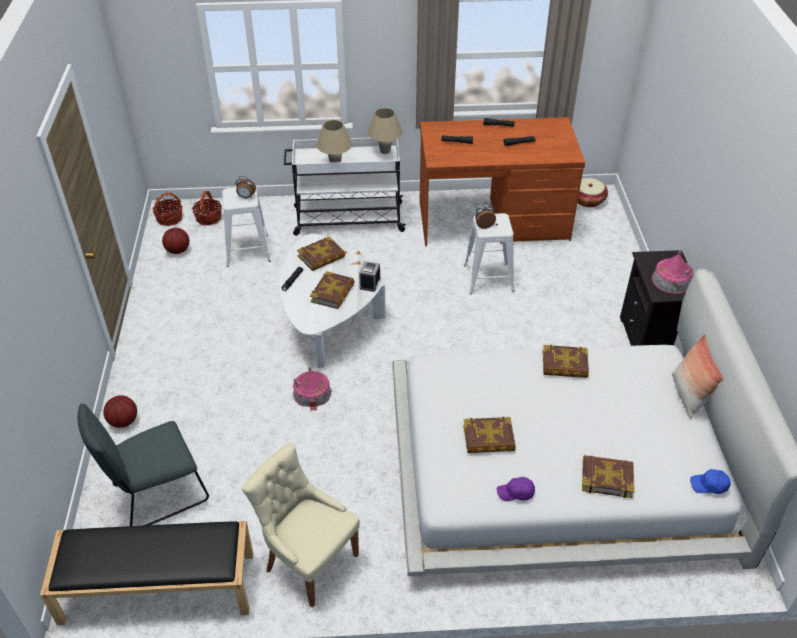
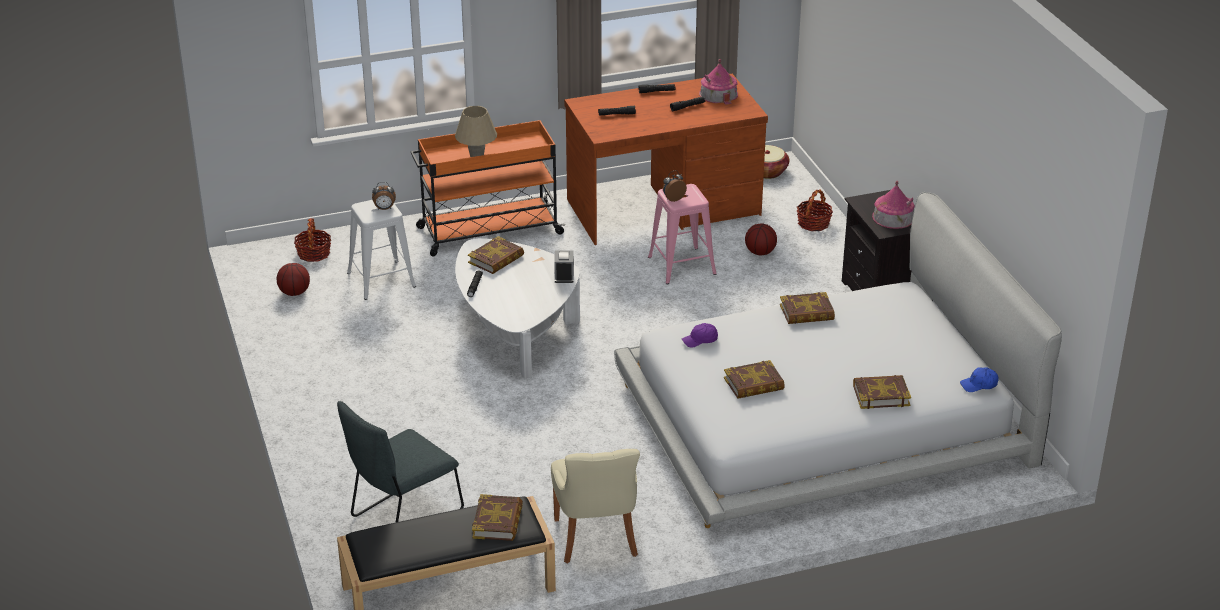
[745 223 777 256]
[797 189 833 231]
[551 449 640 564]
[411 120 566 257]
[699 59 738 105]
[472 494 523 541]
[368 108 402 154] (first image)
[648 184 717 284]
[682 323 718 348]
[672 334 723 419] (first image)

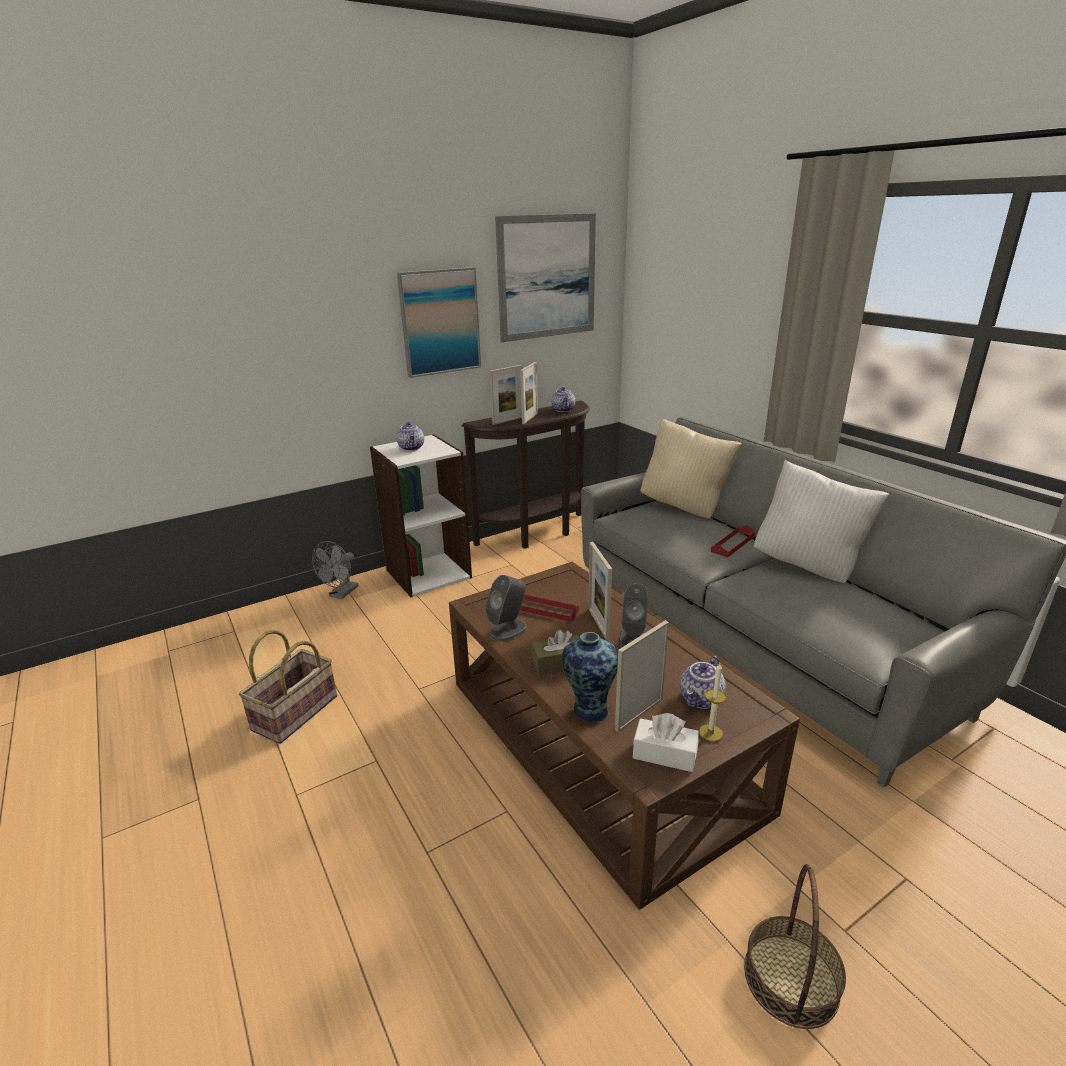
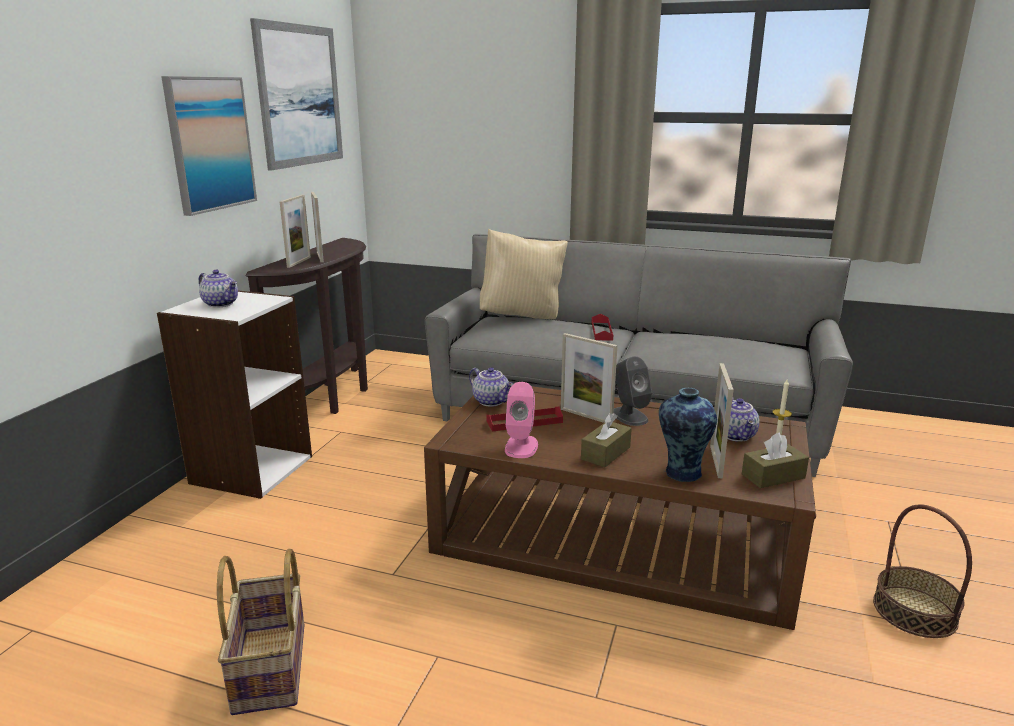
[312 541 359 599] (first image)
[505 382 538 458]
[469 367 513 407]
[742 432 809 488]
[754 460 889 583] (first image)

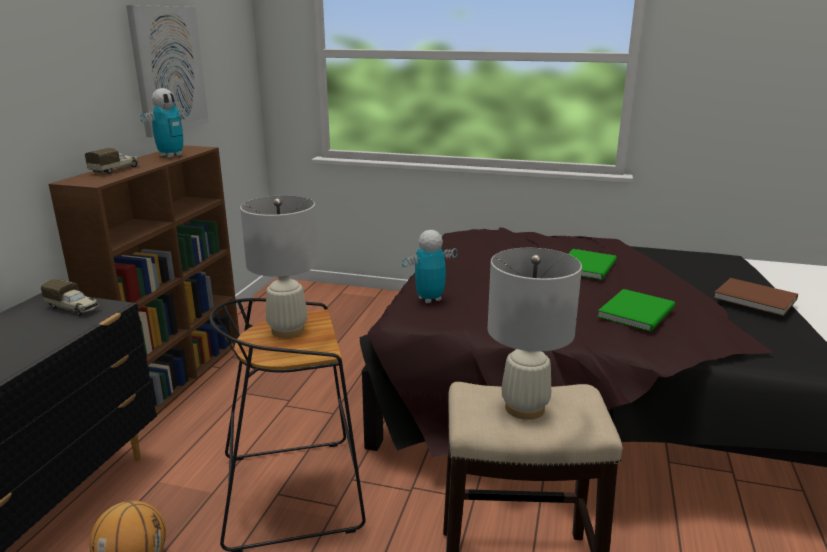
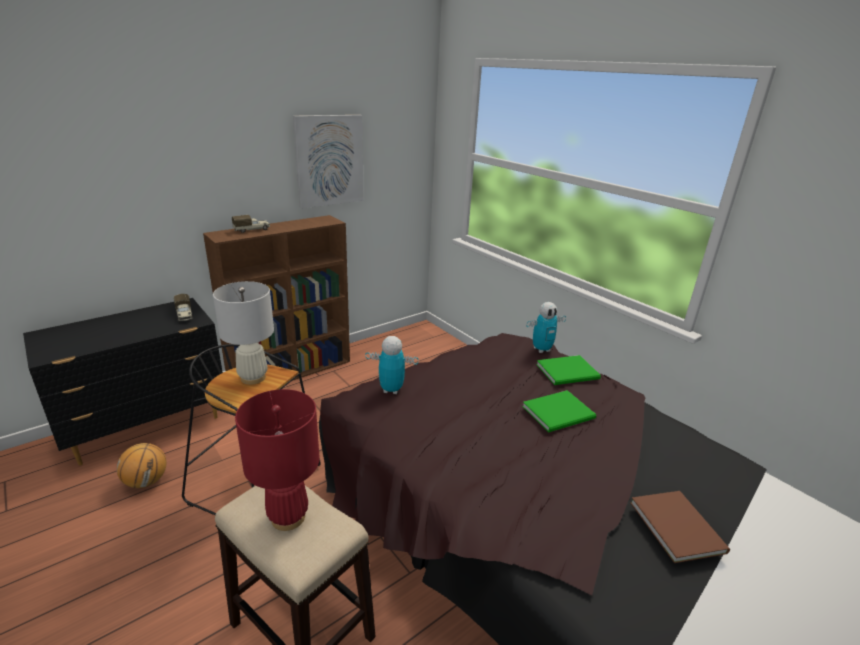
[526 302 566 353]
[235 389 320 531]
[536 355 601 385]

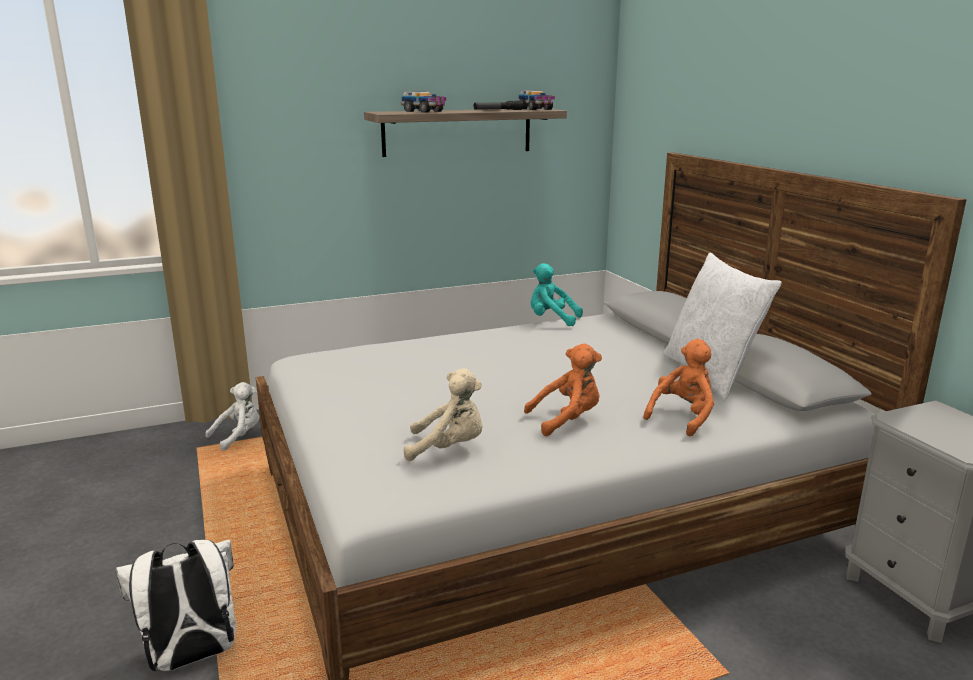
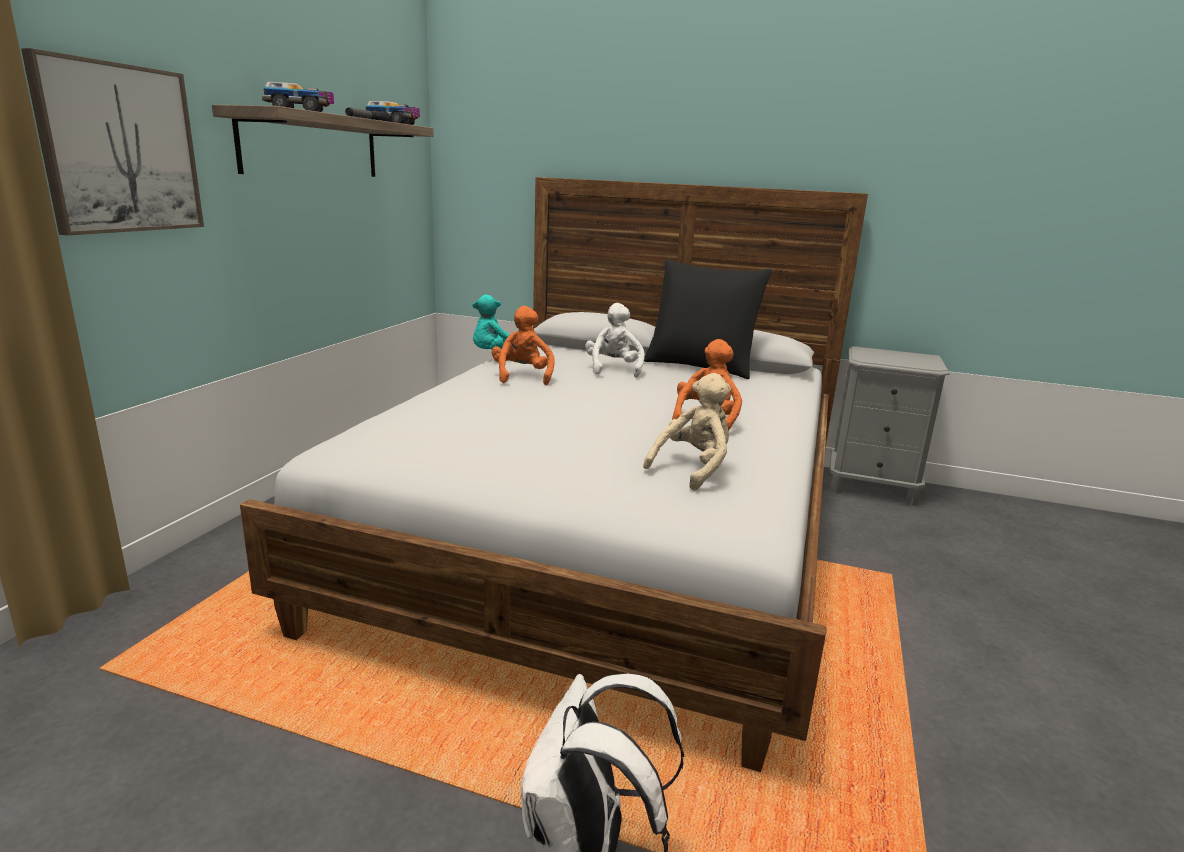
[585 303 645 378]
[492 306 555 385]
[644 259 772 379]
[21 48 204 235]

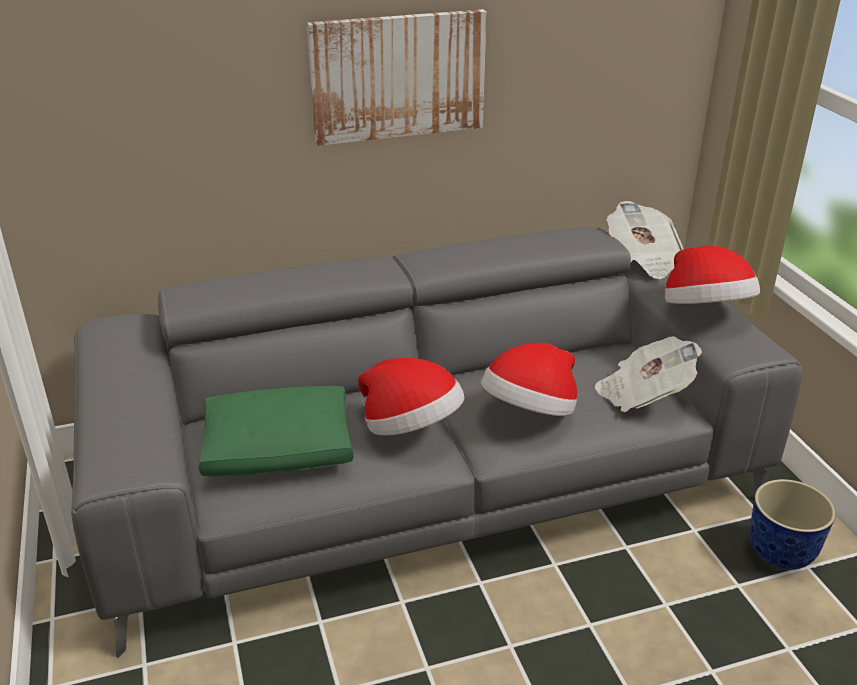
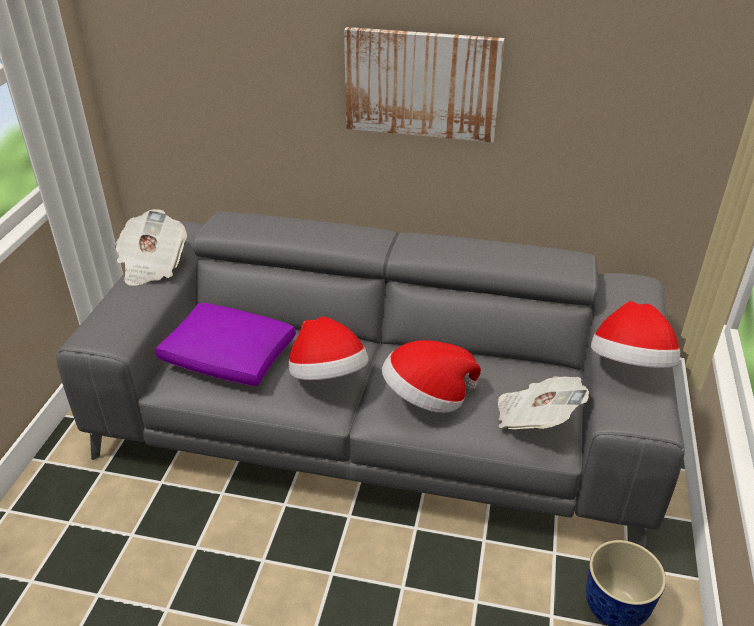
[155 303 296 386]
[115 209 187 286]

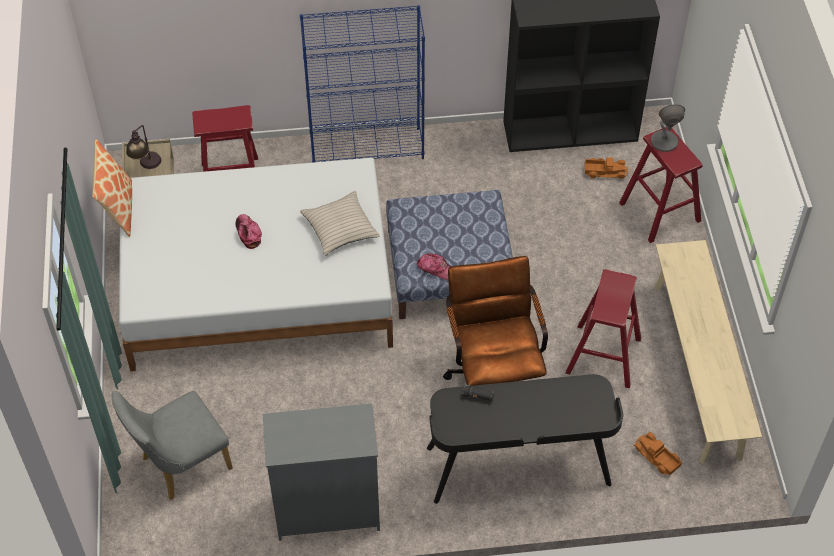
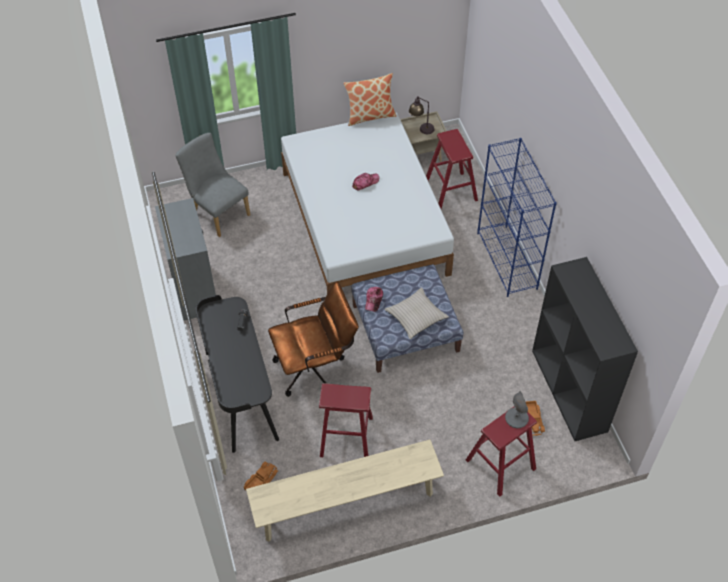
[384 287 449 339]

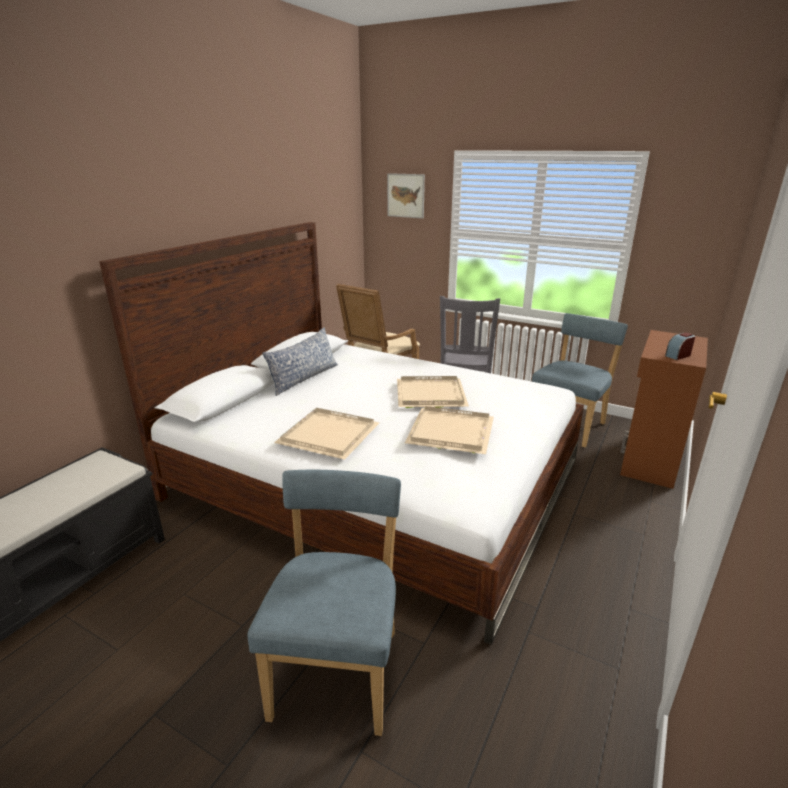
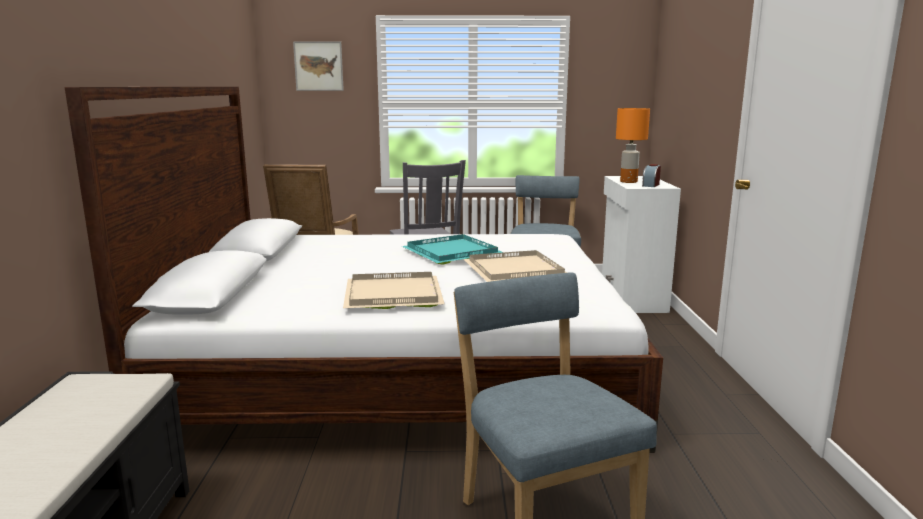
[263 327 338 396] (first image)
[402 234 503 265]
[602 176 681 313]
[616 108 650 183]

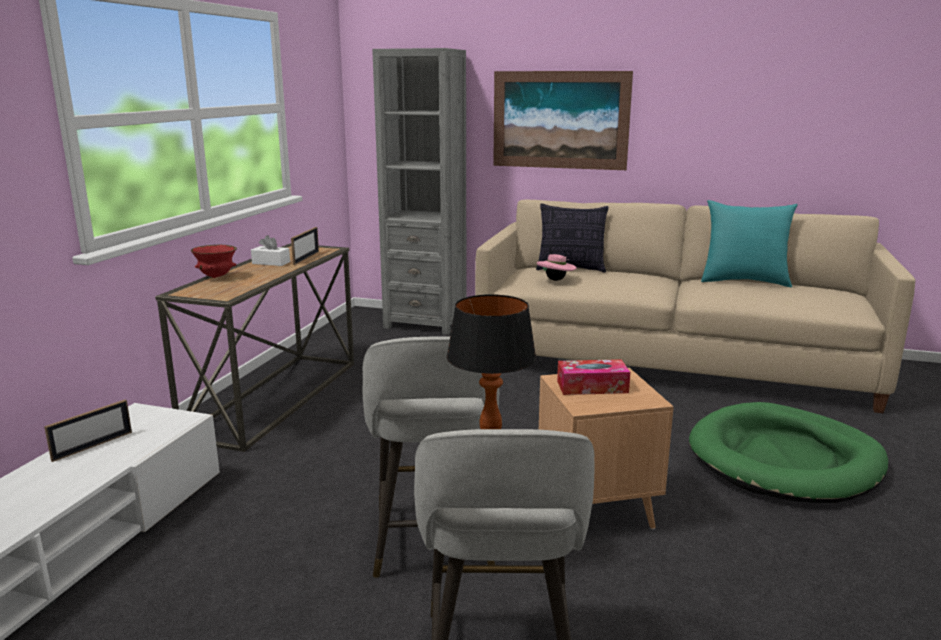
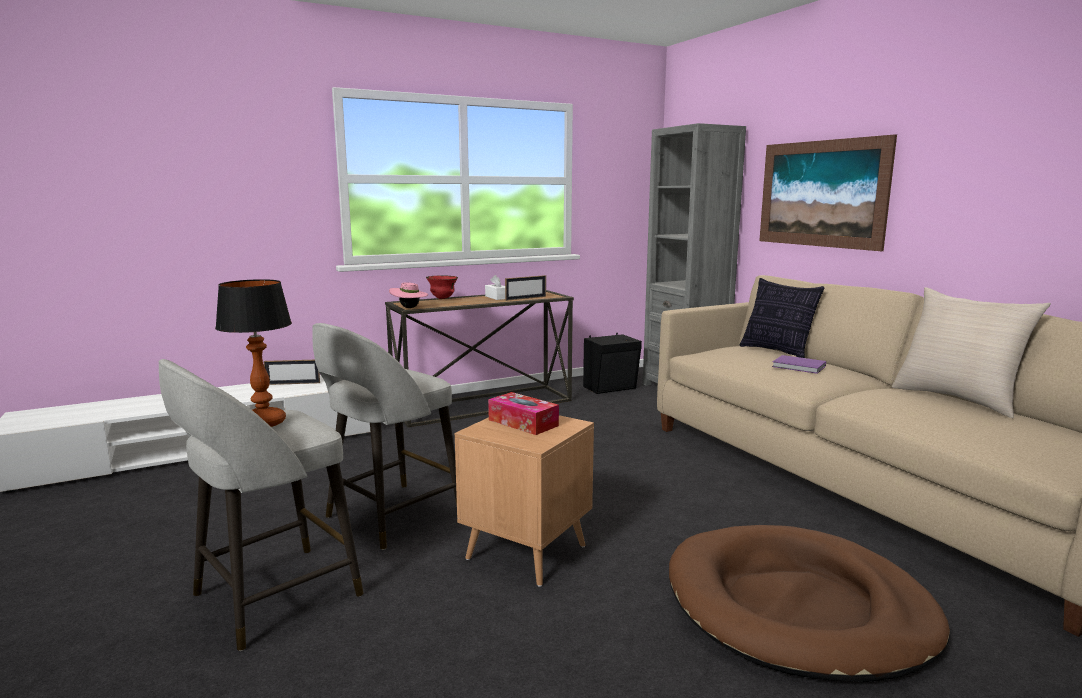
[389 282 428 308]
[669 525 950 682]
[892 287 1051 418]
[583 333 642 394]
[772 355 826 374]

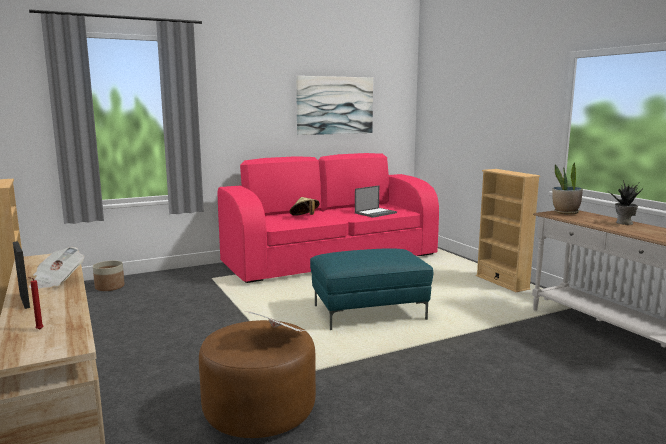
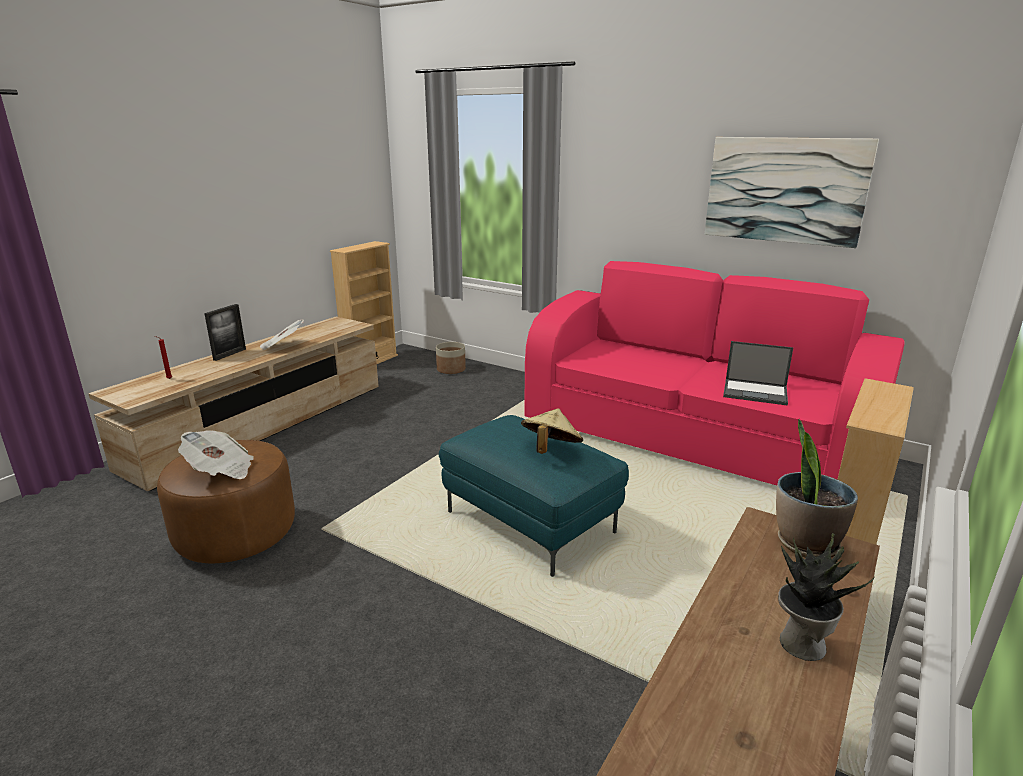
[521 408 583 454]

